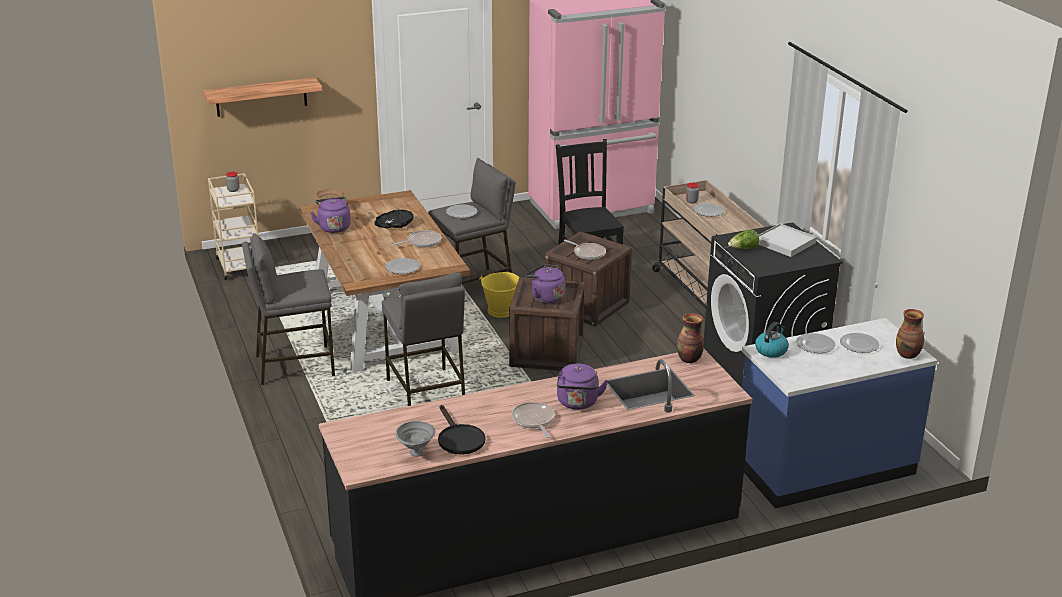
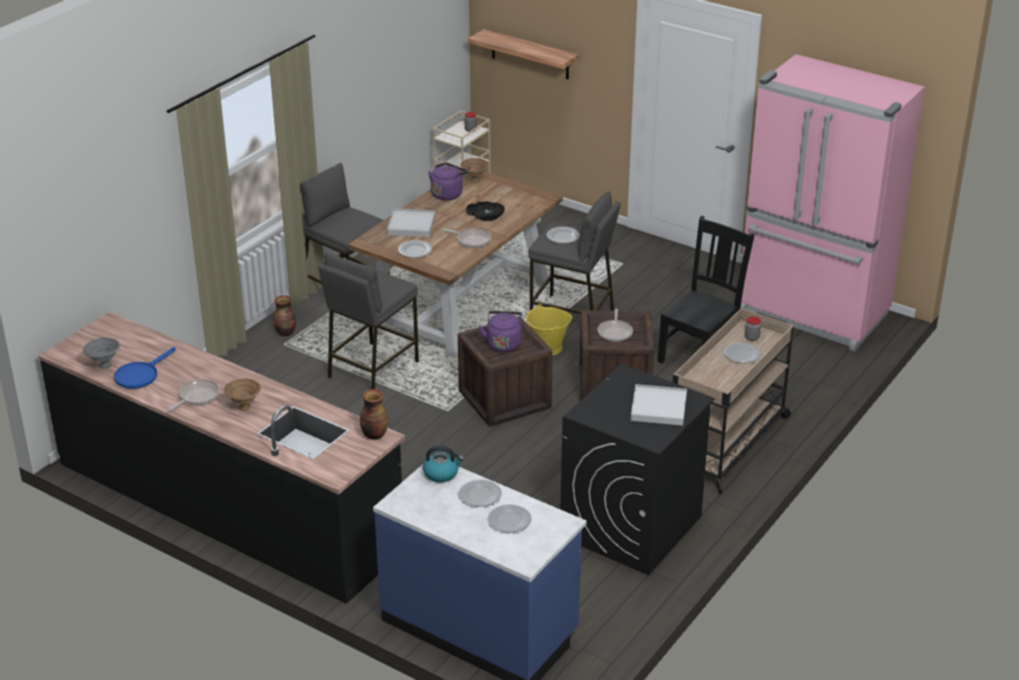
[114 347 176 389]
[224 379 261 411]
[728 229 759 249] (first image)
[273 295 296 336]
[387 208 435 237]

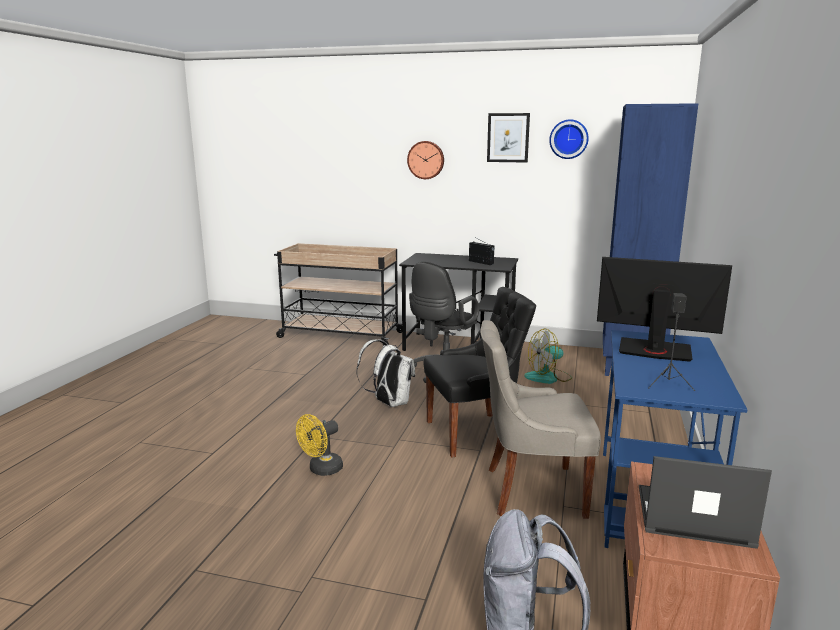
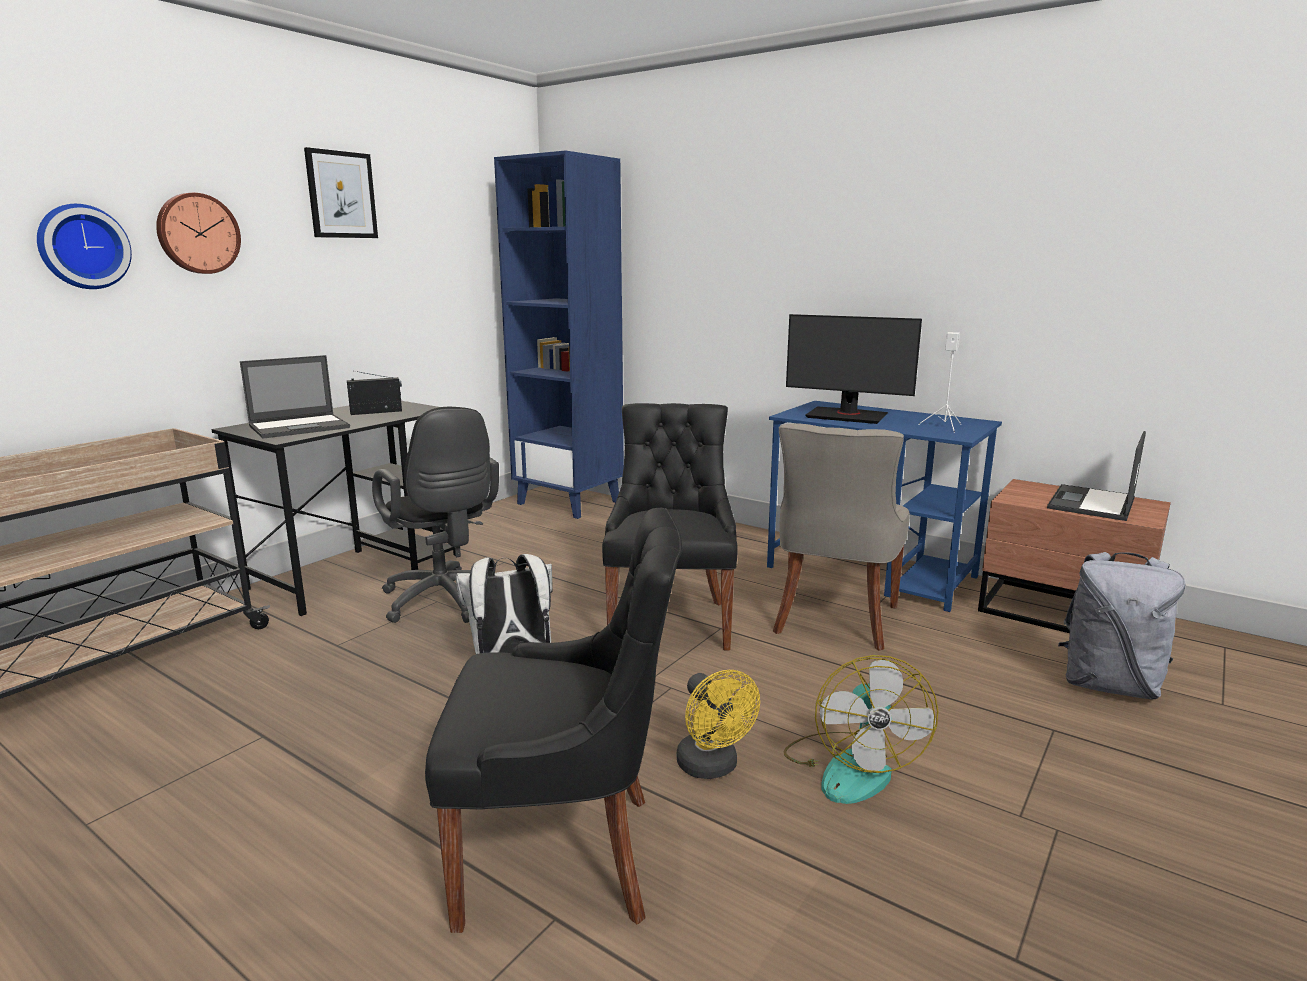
[784 655 938 804]
[37 204 132 289]
[786 314 922 424]
[918 332 961 433]
[240 355 350 438]
[425 508 682 933]

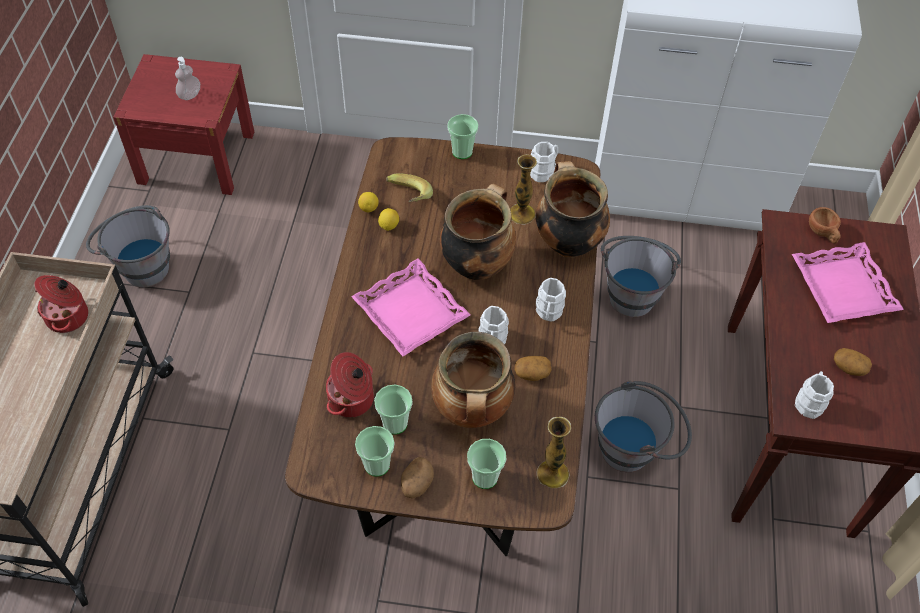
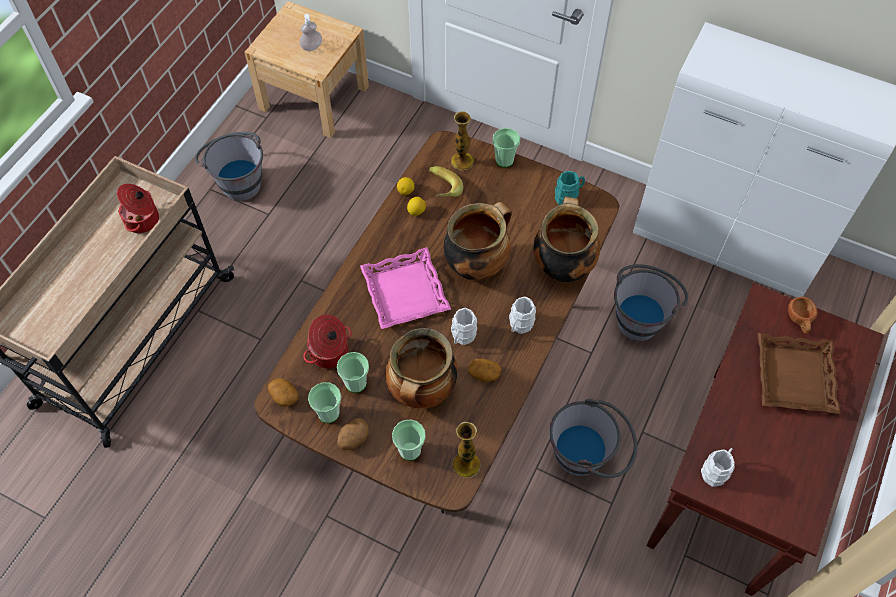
[245 1 369 138]
[451 111 474 170]
[555 171 585 205]
[758 333 840 414]
[268 378 299 407]

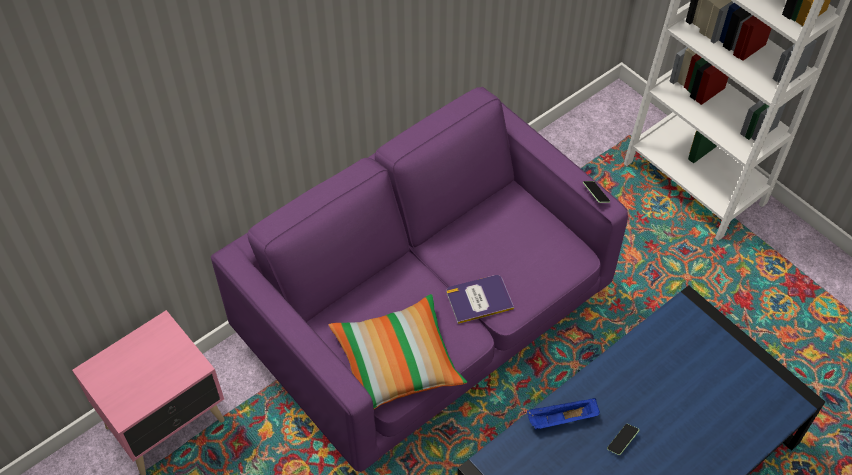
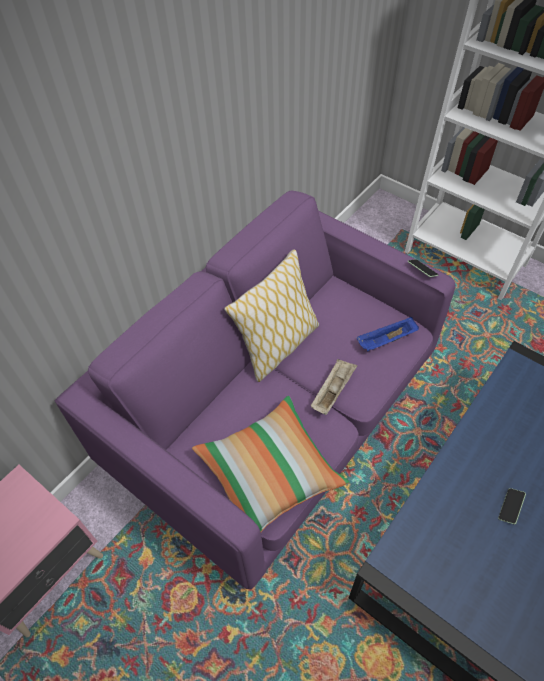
[311 359 357 415]
[356 317 419 351]
[224 249 319 382]

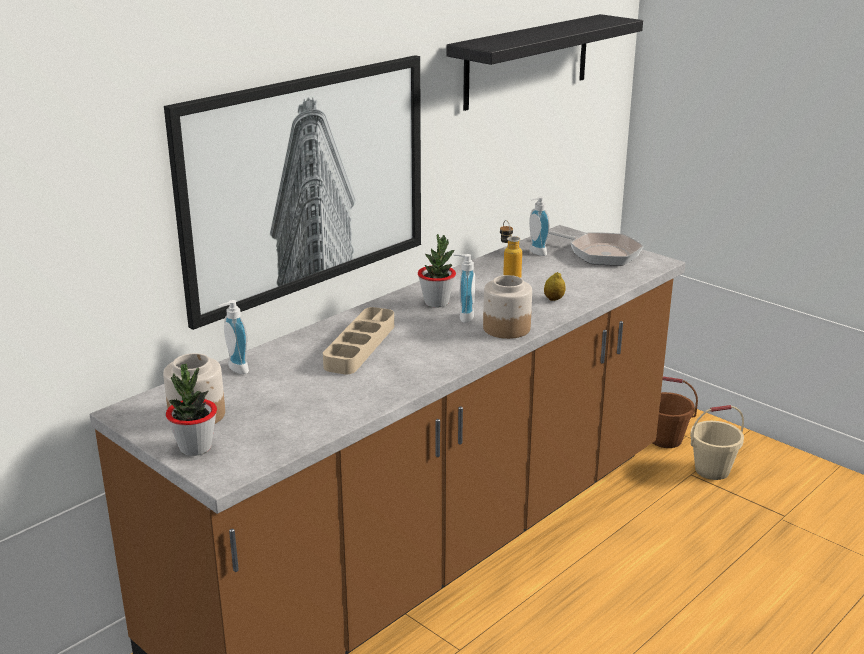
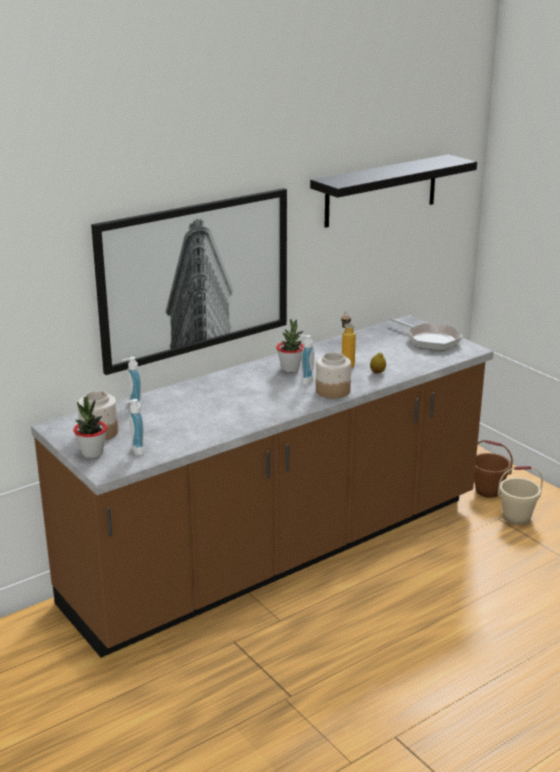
[323 307 394 375] (first image)
[123 399 145 455]

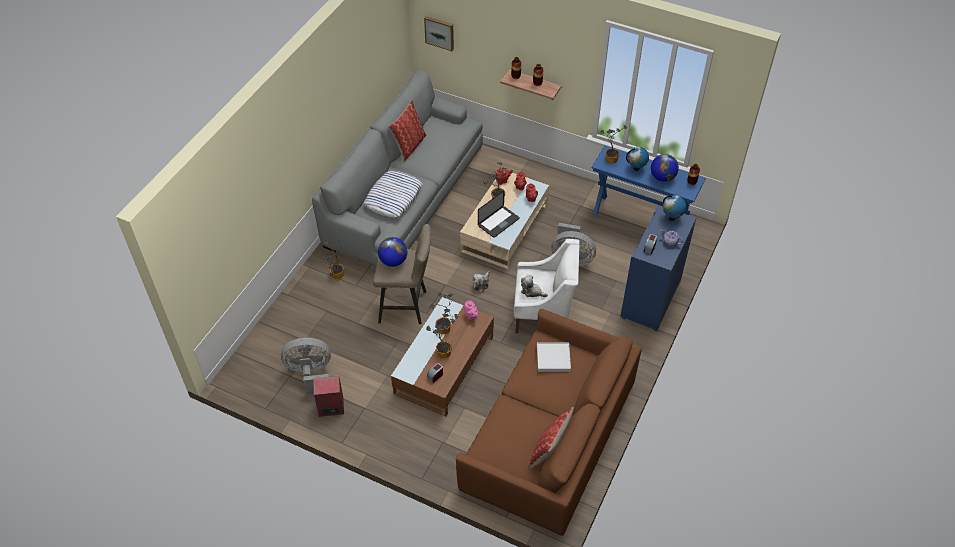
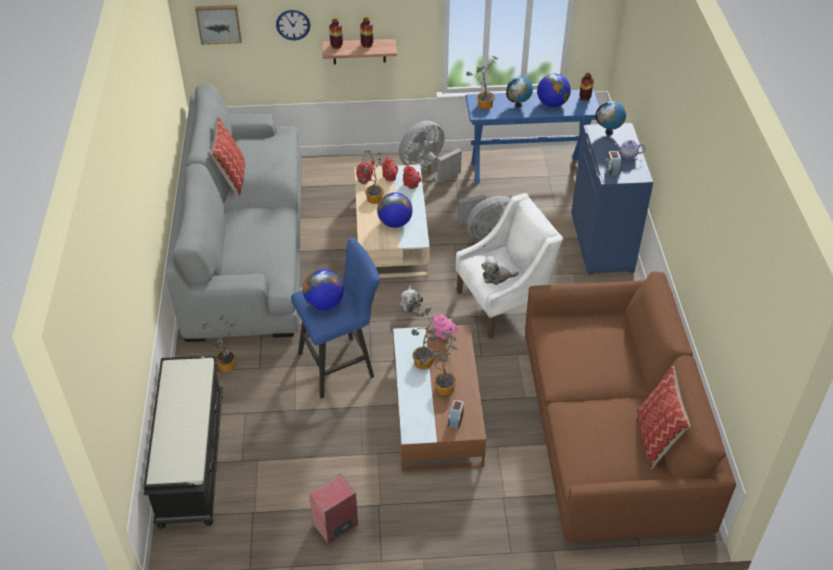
[399 120 462 183]
[364 171 422 217] (first image)
[291 237 380 399]
[377 192 413 228]
[537 342 571 372] (first image)
[143 356 223 529]
[276 10 310 40]

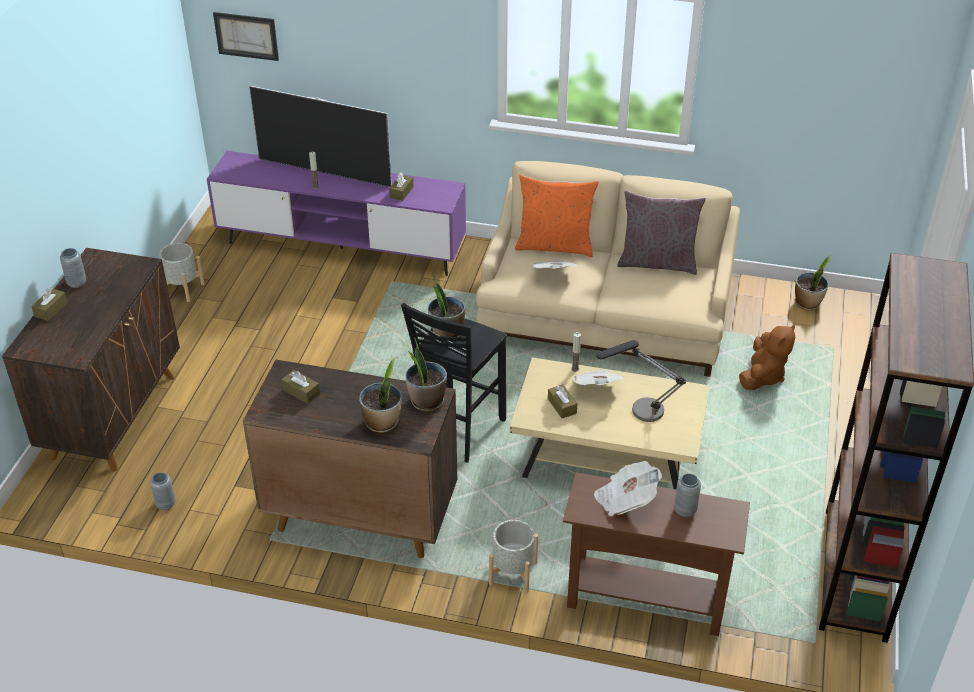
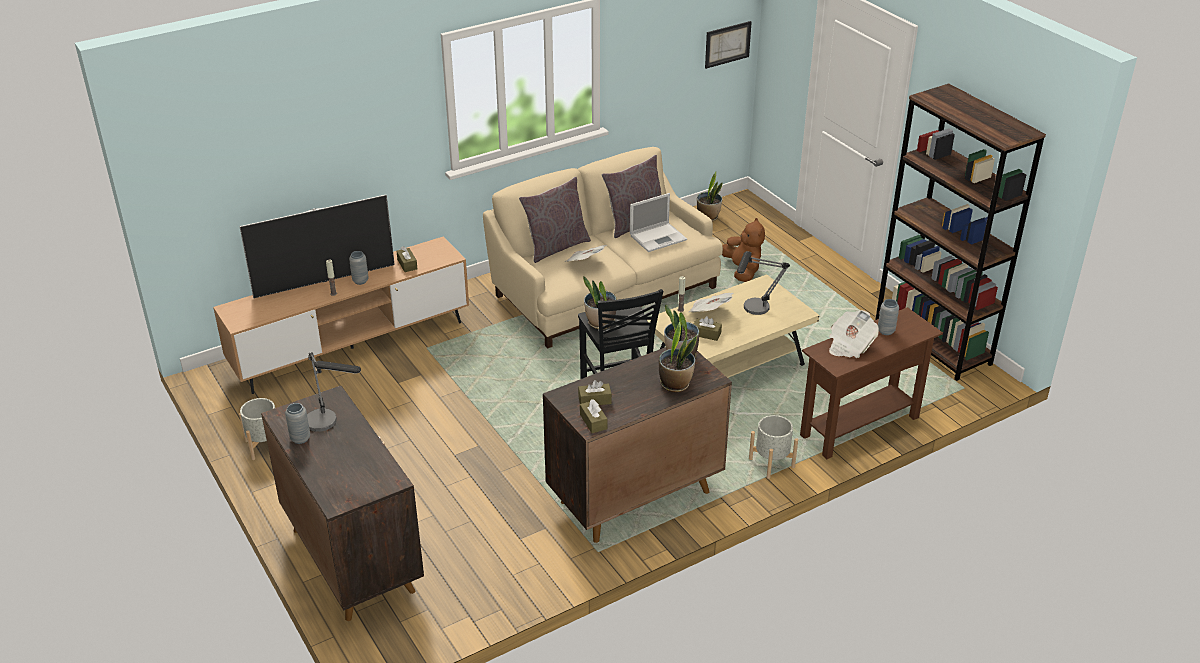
[580 399 607 433]
[349 251 369 285]
[213 236 469 394]
[705 21 752 69]
[519 177 591 263]
[307 352 361 432]
[630 193 687 252]

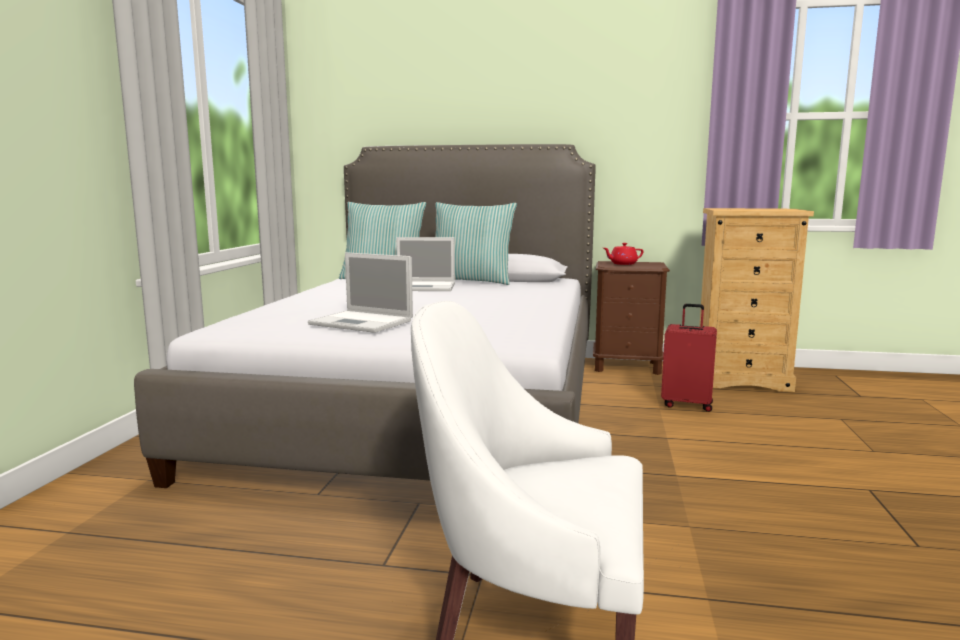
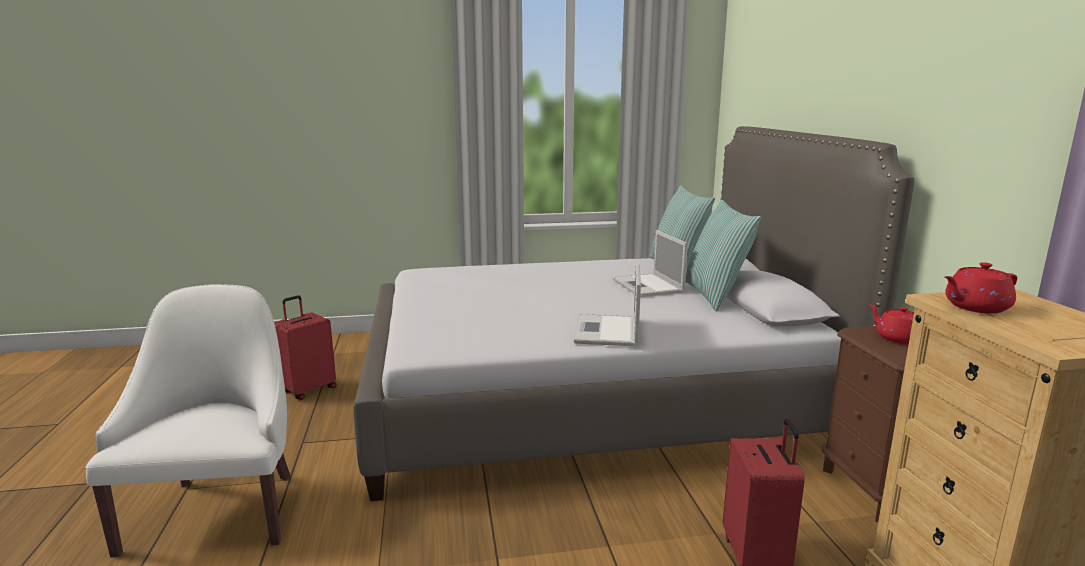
[574 264 641 346]
[274 295 336 400]
[945 262 1017 314]

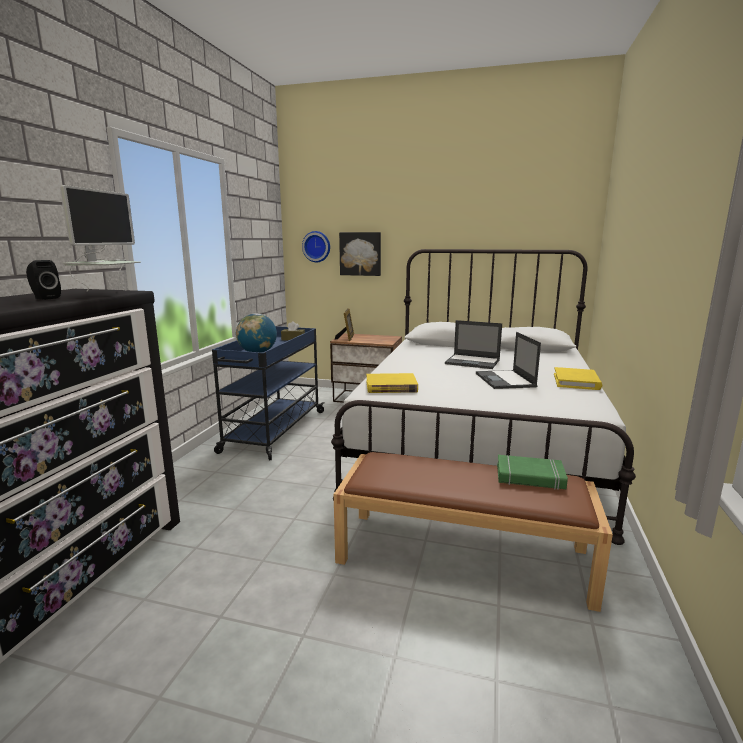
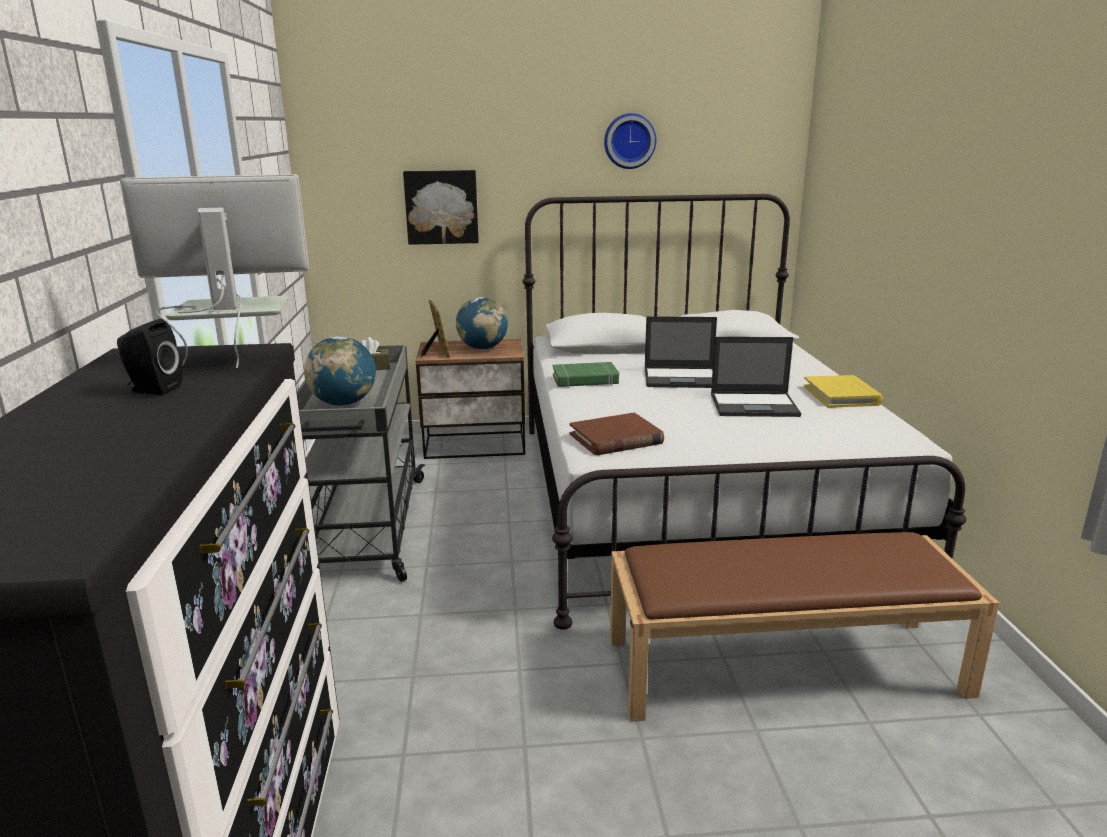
[120 174 309 368]
[297 345 425 582]
[604 113 656 169]
[570 413 664 455]
[711 337 801 417]
[553 362 619 387]
[456 297 508 349]

